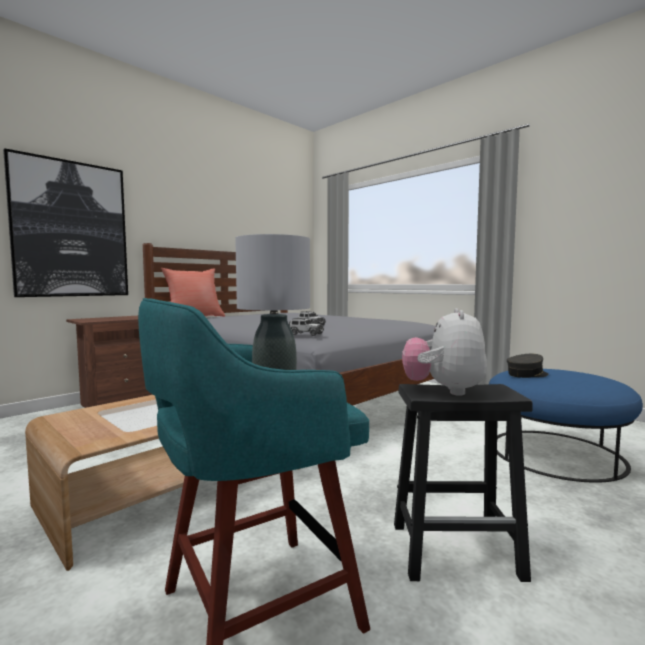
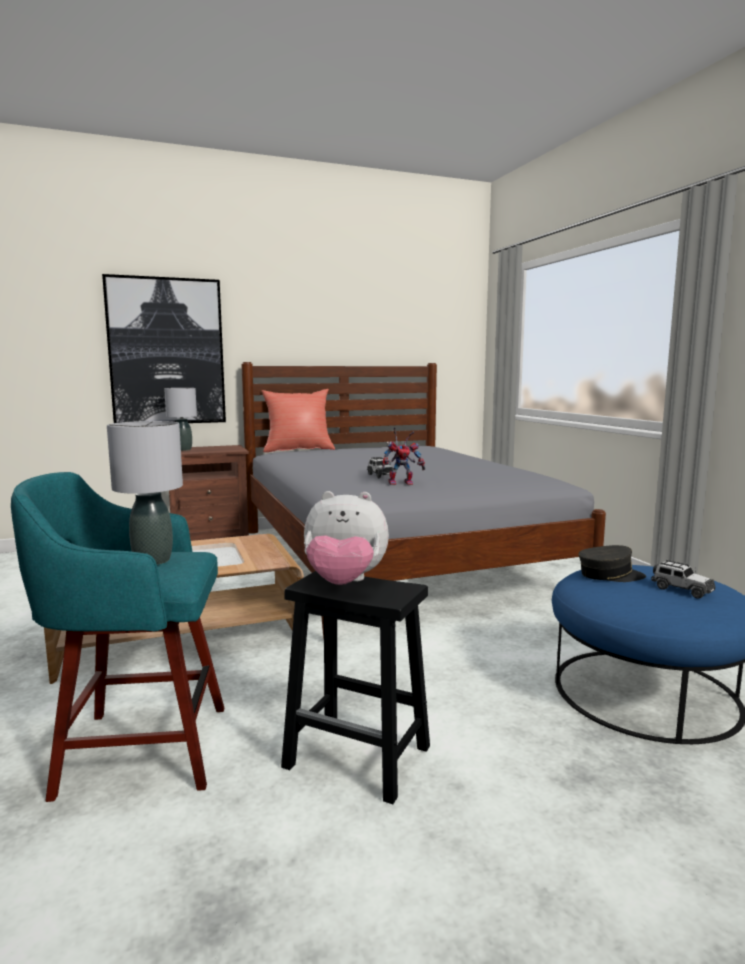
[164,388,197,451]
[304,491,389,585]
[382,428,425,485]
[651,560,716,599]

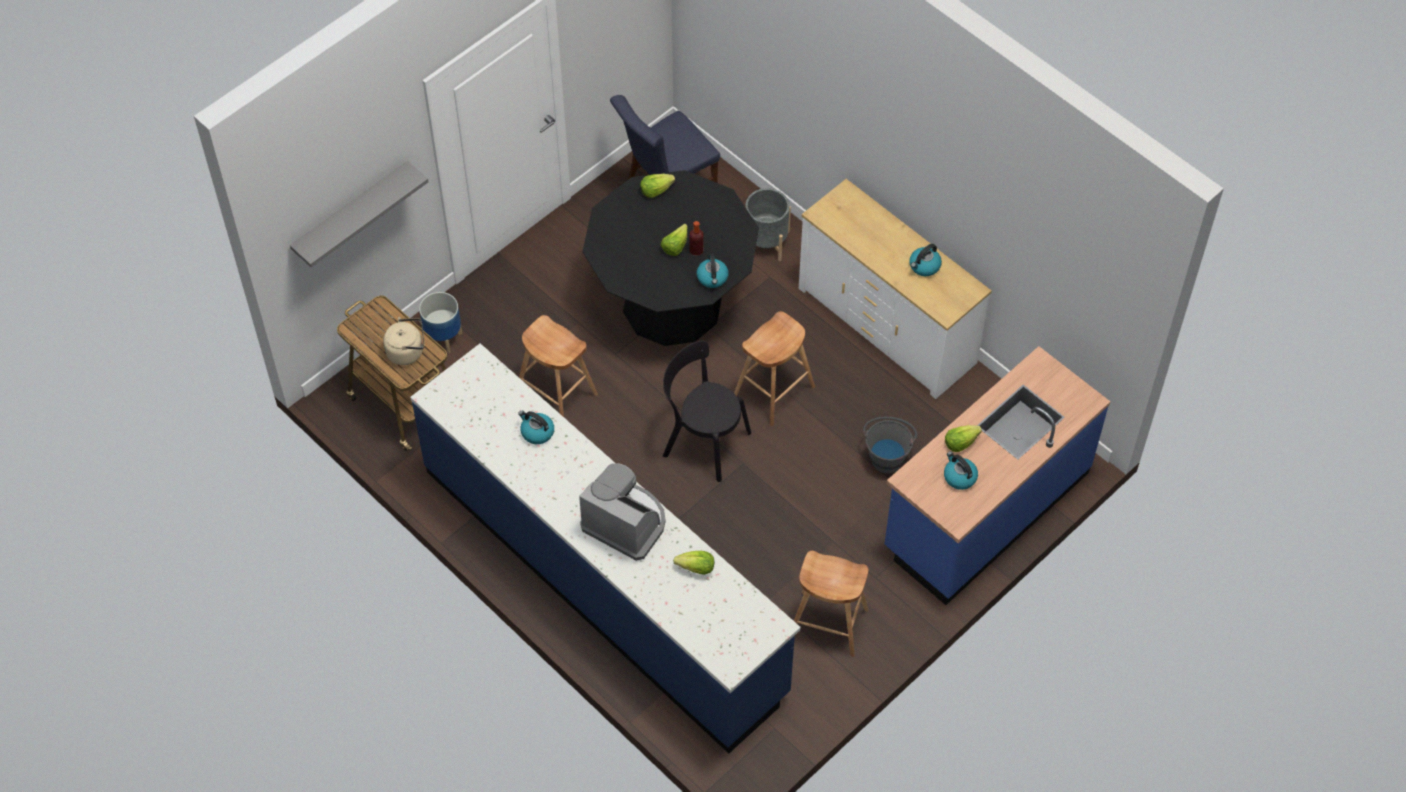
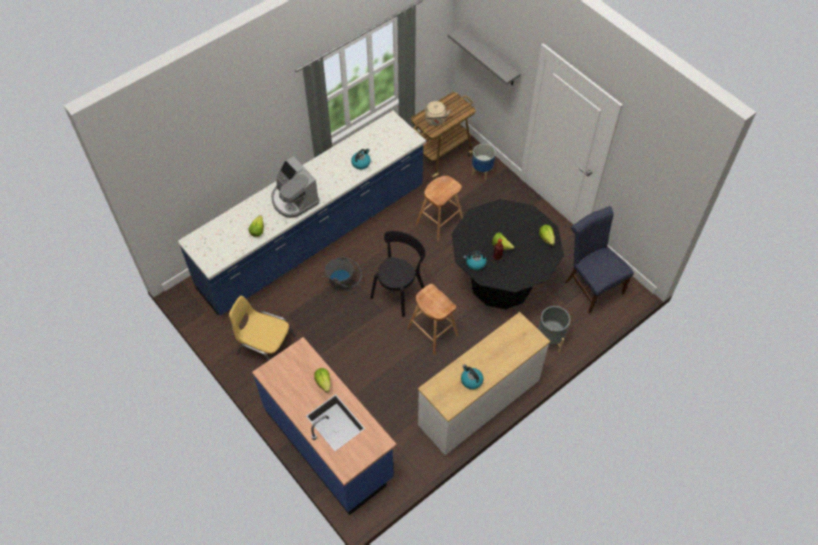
[229,296,296,361]
[271,156,320,218]
[325,257,362,290]
[944,452,978,490] (first image)

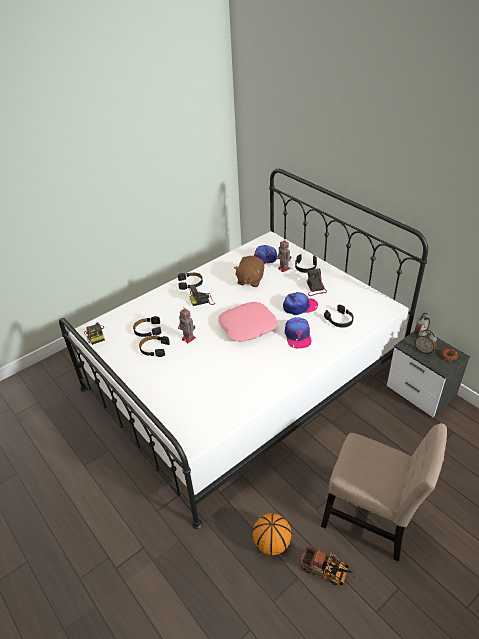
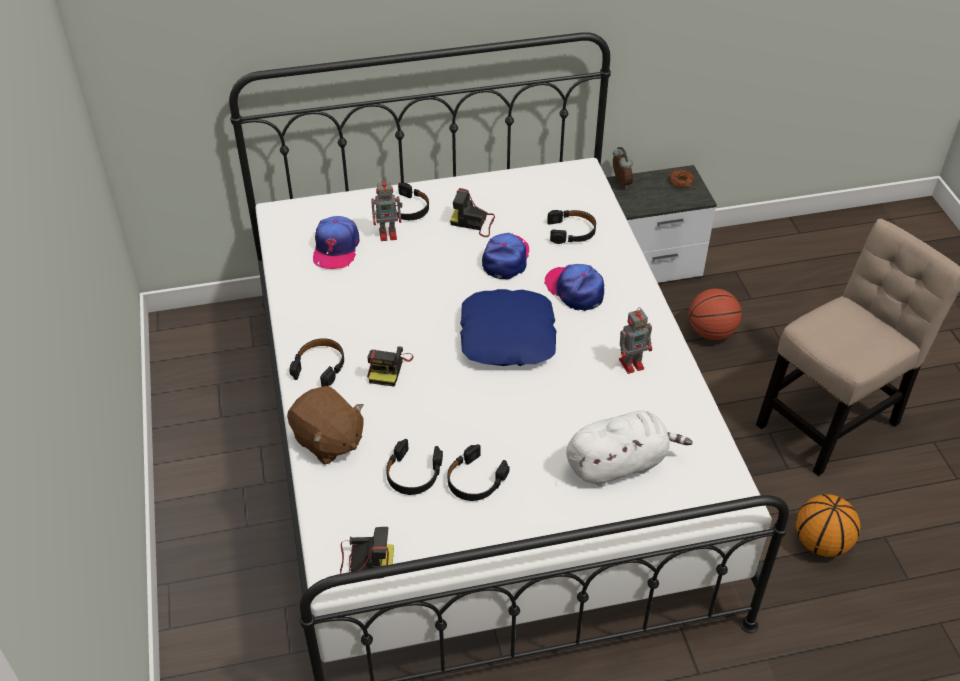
[287,386,364,465]
[460,289,557,366]
[544,264,604,311]
[566,411,693,487]
[619,307,652,374]
[689,288,741,340]
[300,546,355,586] (first image)
[415,330,437,355] (first image)

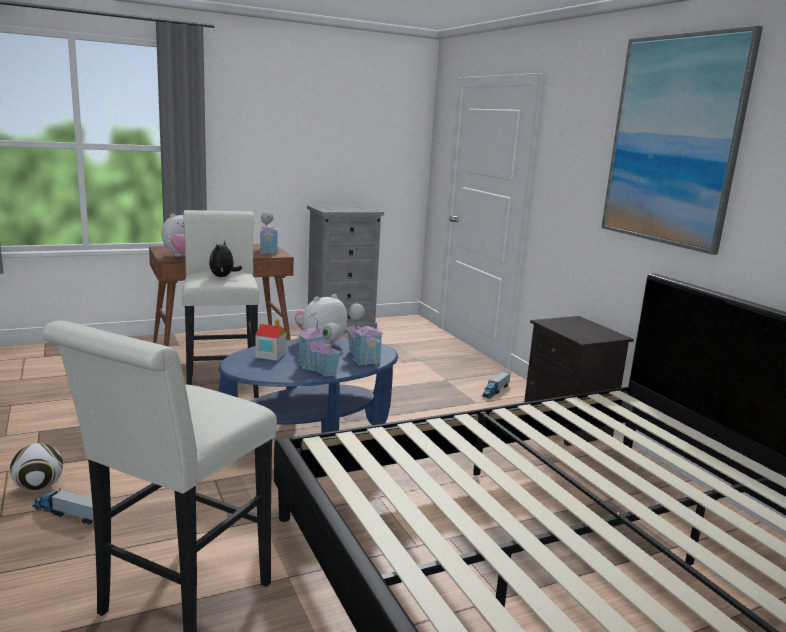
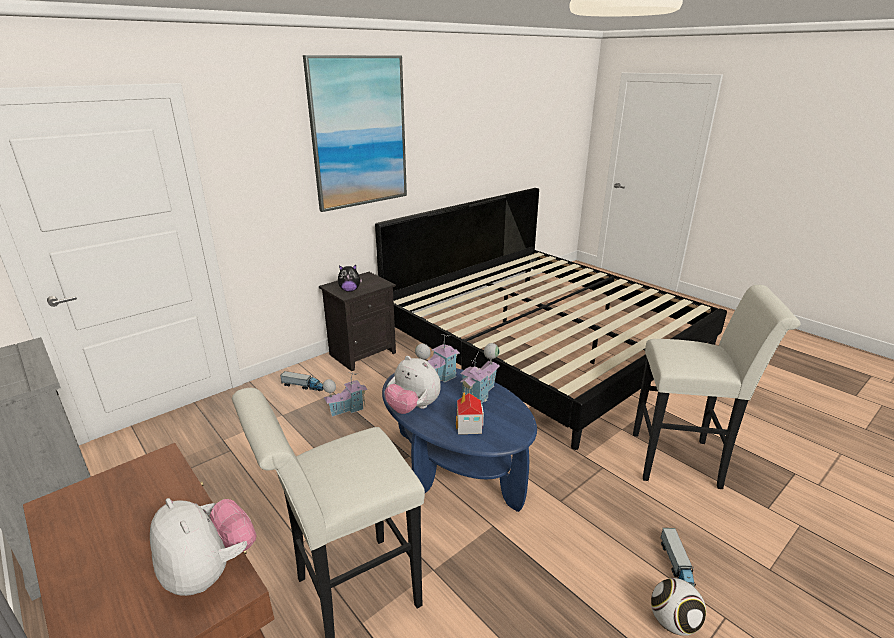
[323,372,368,417]
[338,265,362,292]

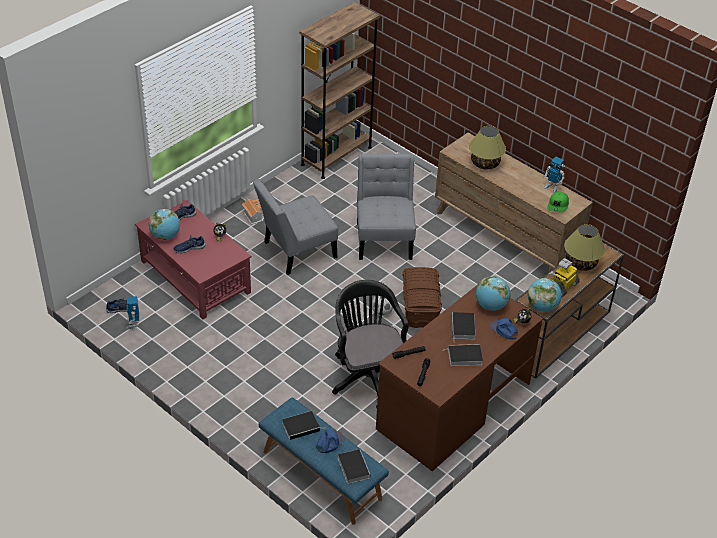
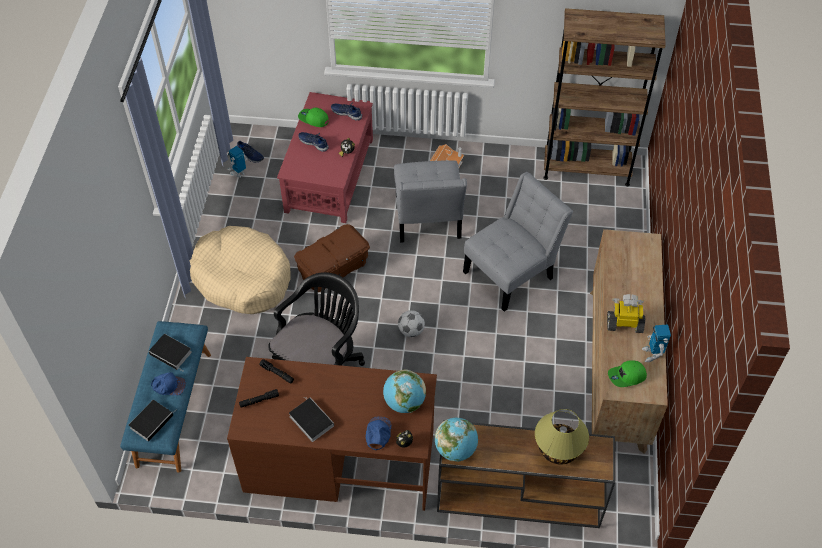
[190,226,290,314]
[294,224,370,292]
[298,108,329,127]
[394,160,467,243]
[607,294,645,333]
[452,312,475,342] (first image)
[469,126,506,170] (first image)

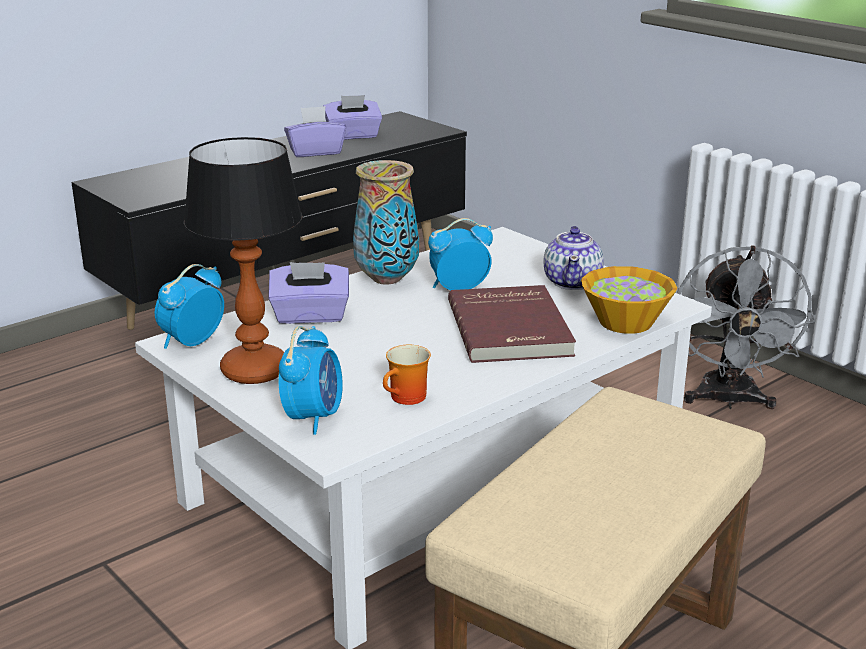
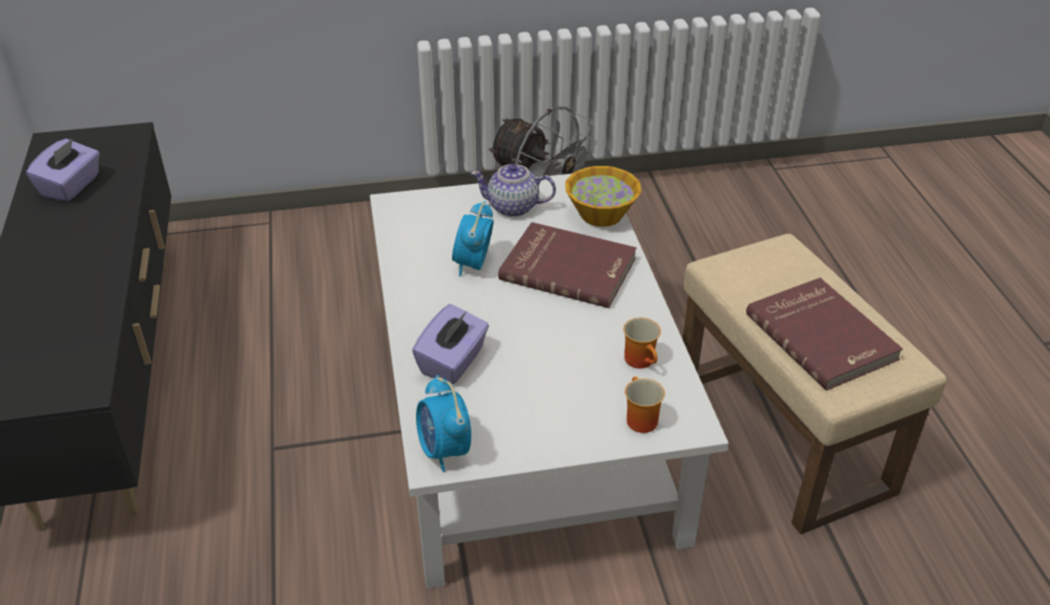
[471,164,556,217]
[625,376,665,433]
[746,278,903,391]
[184,137,302,384] (first image)
[284,106,346,157] (first image)
[353,160,419,285] (first image)

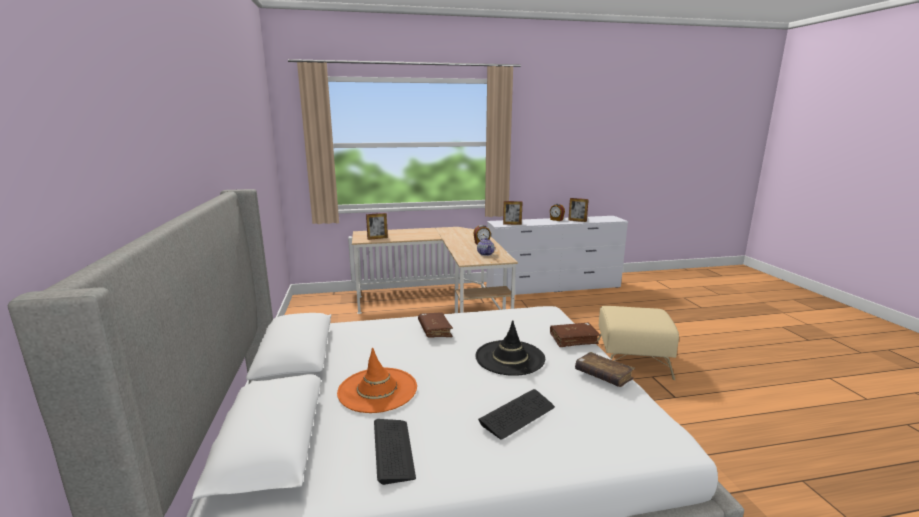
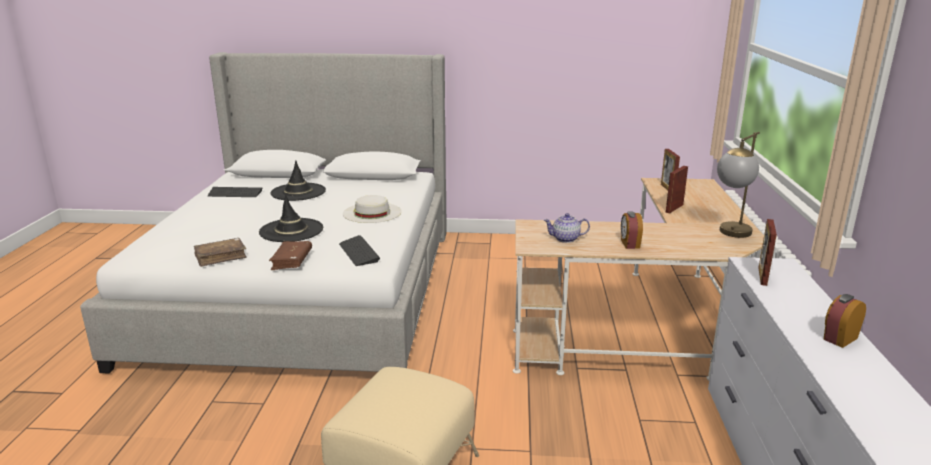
[270,160,326,201]
[339,235,380,266]
[343,195,402,223]
[666,166,688,214]
[717,132,760,238]

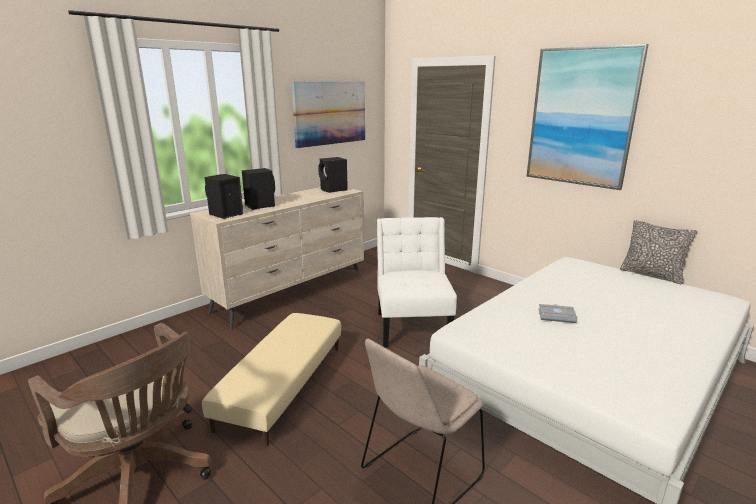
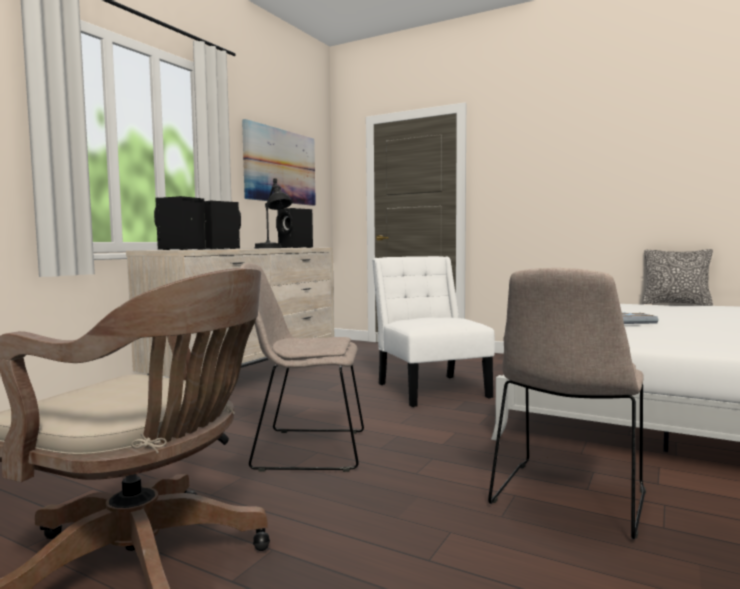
[240,263,364,472]
[255,178,292,248]
[526,44,649,190] (first image)

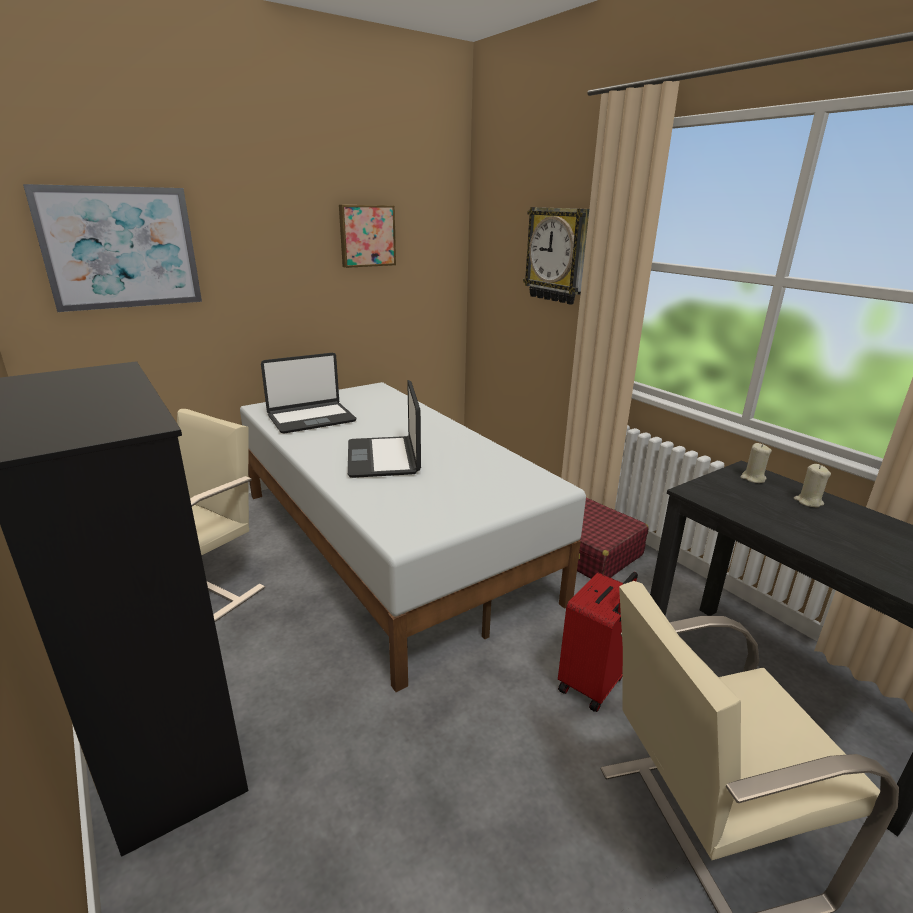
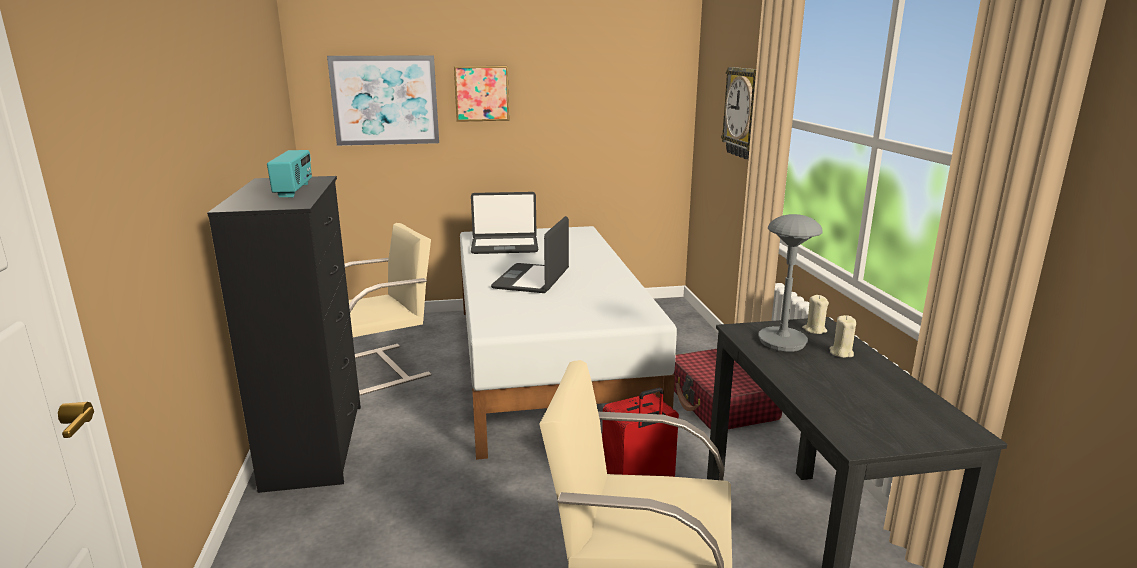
[267,150,312,197]
[454,66,509,122]
[758,214,823,352]

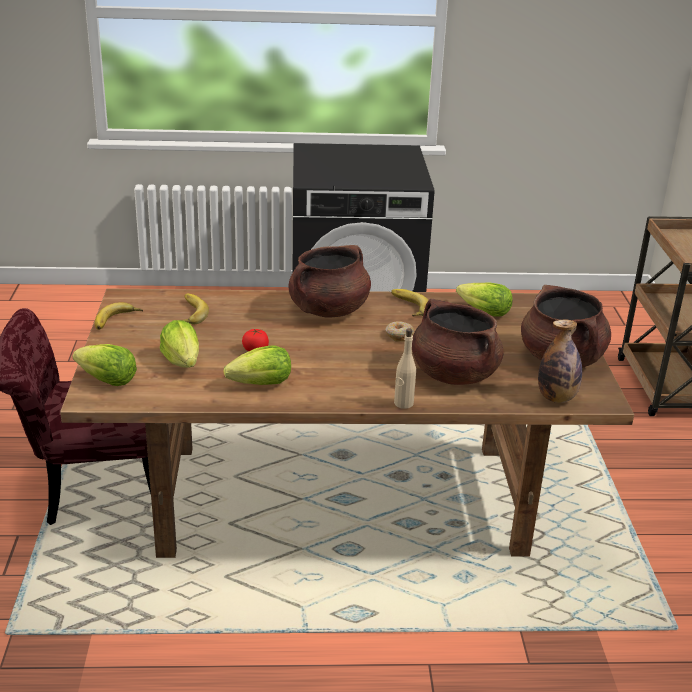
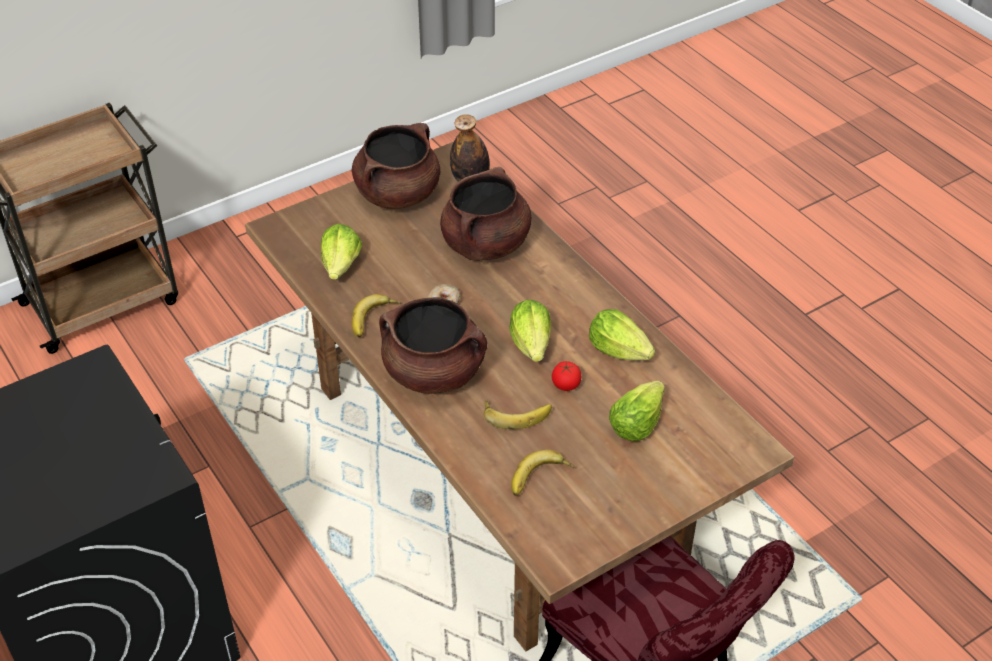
[484,398,552,429]
[509,300,551,362]
[394,328,416,409] (first image)

